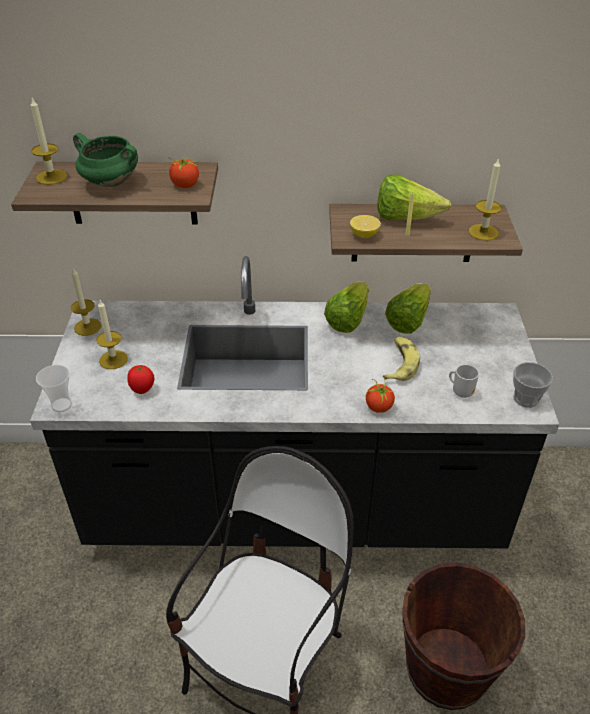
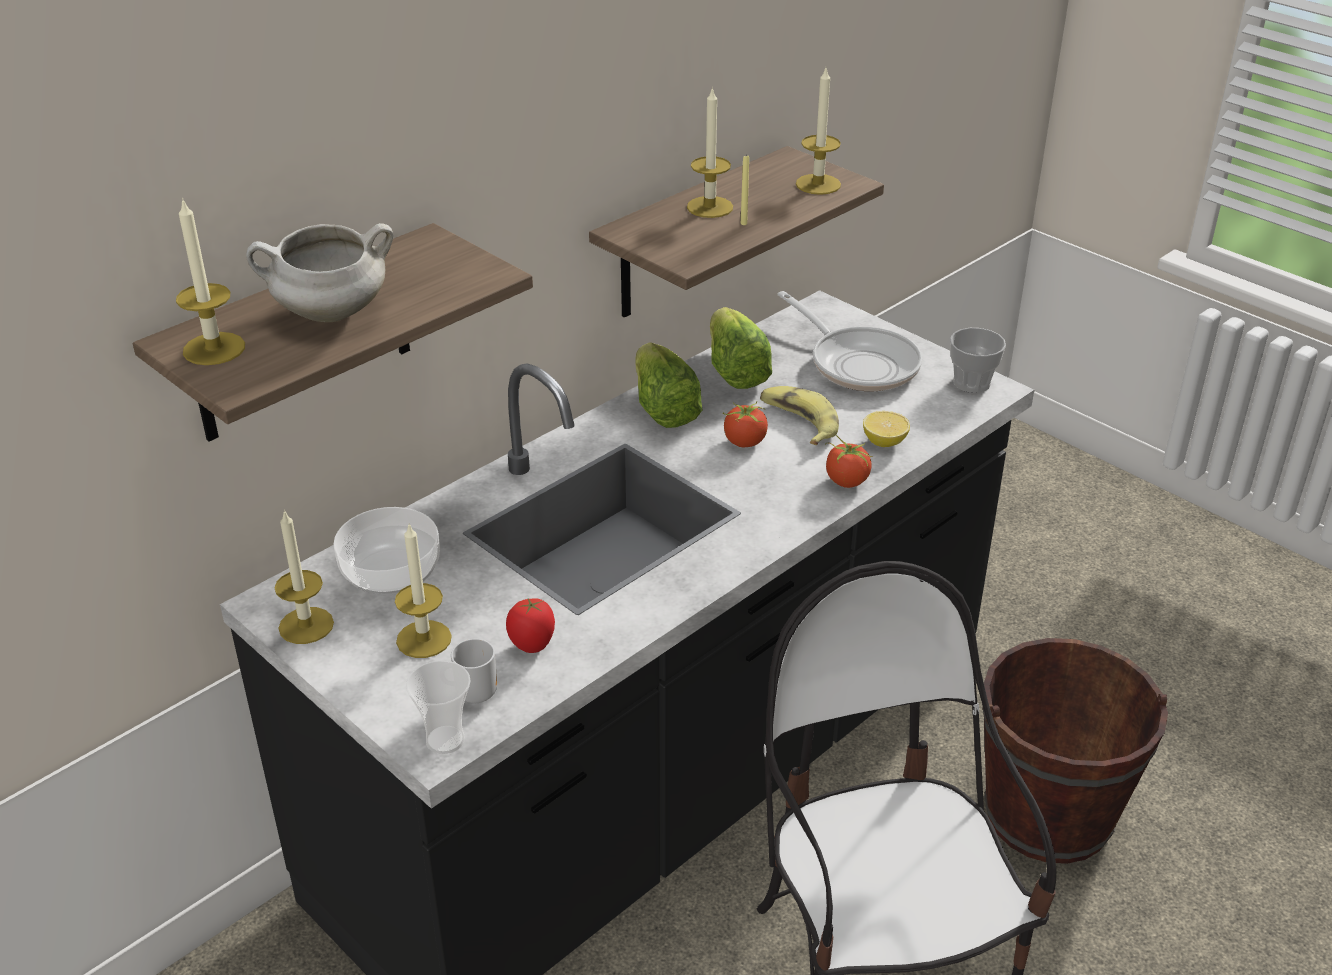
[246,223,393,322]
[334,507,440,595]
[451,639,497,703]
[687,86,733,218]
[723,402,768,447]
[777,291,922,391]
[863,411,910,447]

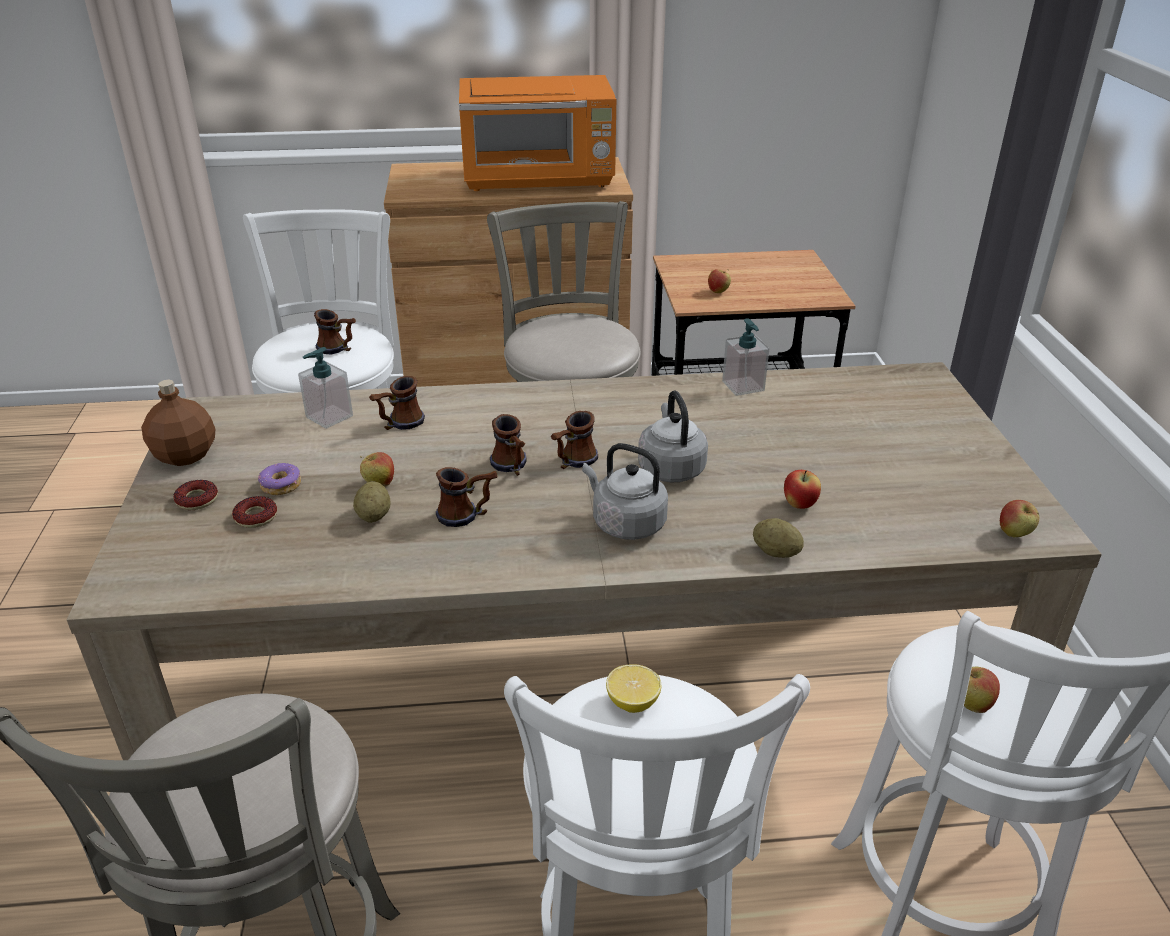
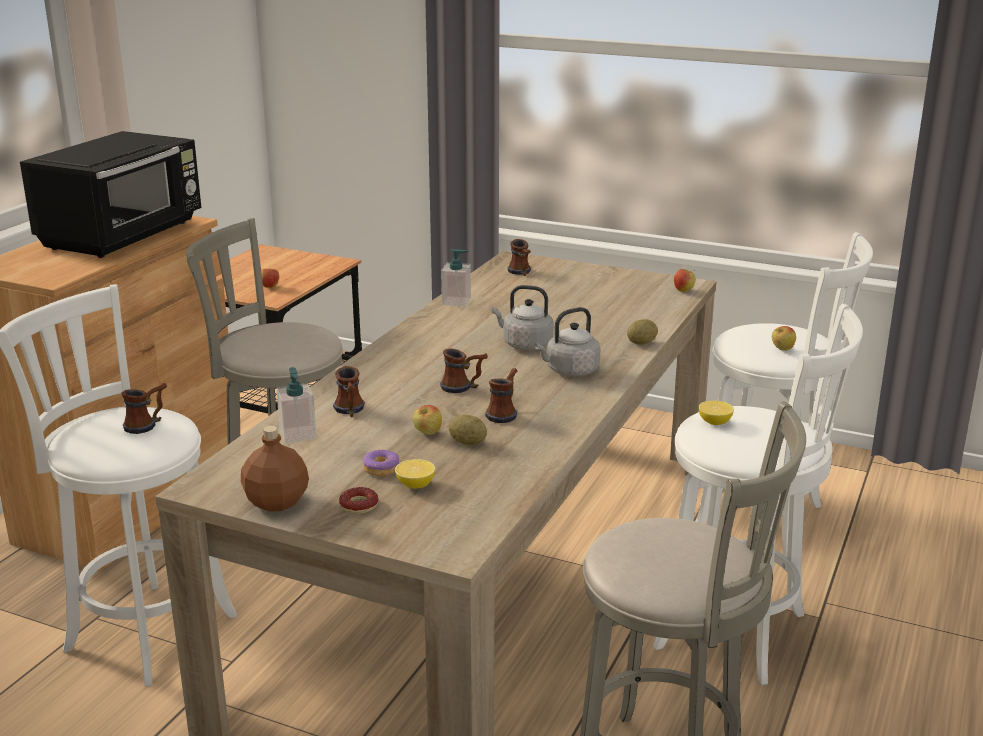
[20,131,201,258]
[395,459,435,489]
[507,239,531,276]
[784,470,821,509] (first image)

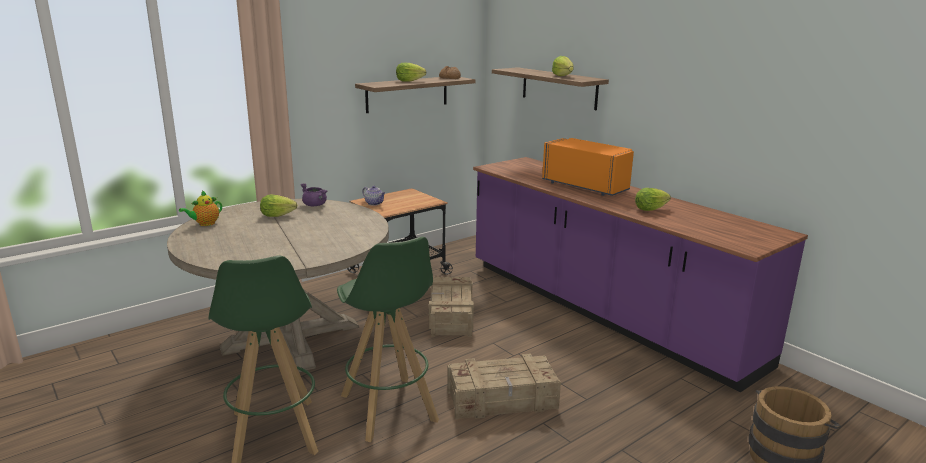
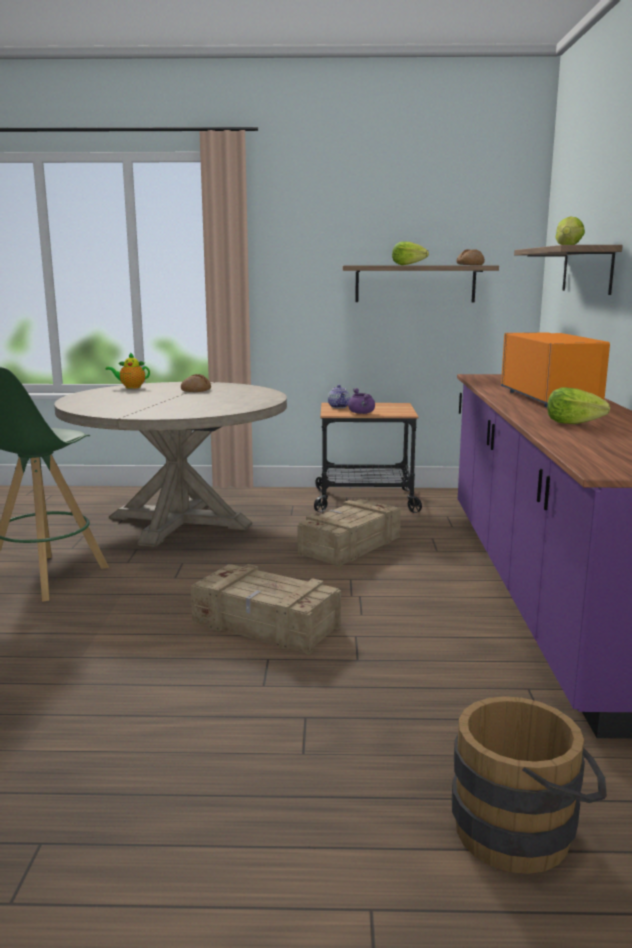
[181,374,211,392]
[348,388,375,414]
[337,237,439,442] (first image)

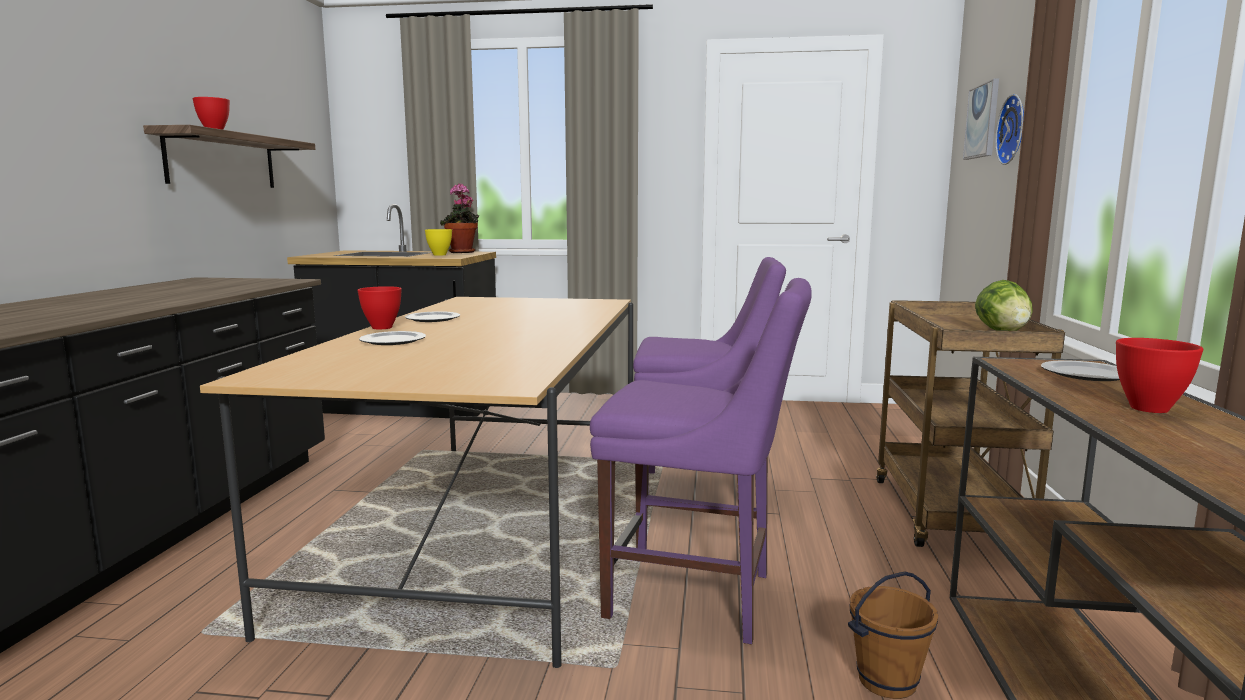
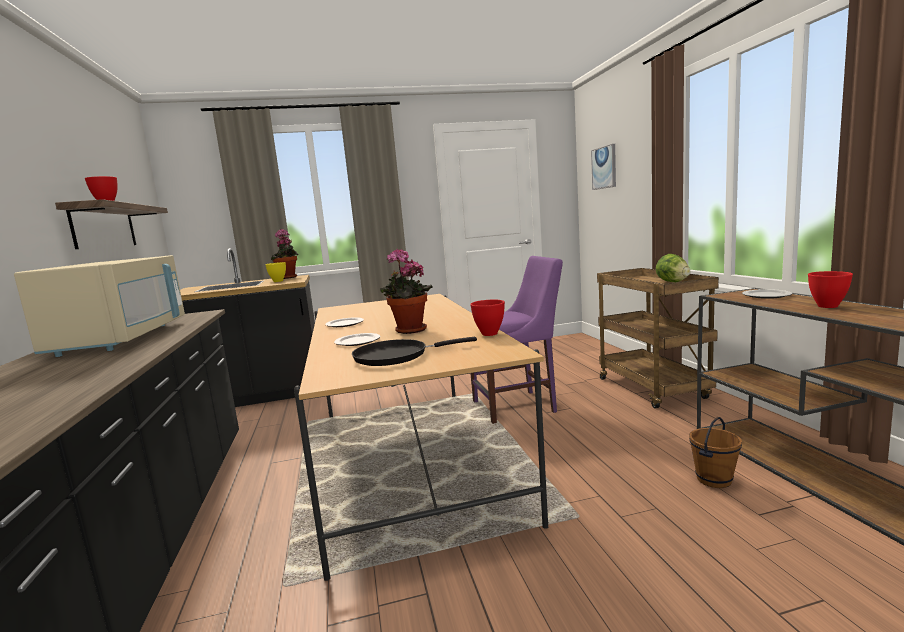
[14,255,185,357]
[352,337,477,366]
[381,248,432,334]
[470,300,505,336]
[590,278,812,645] (first image)
[995,94,1024,165] (first image)

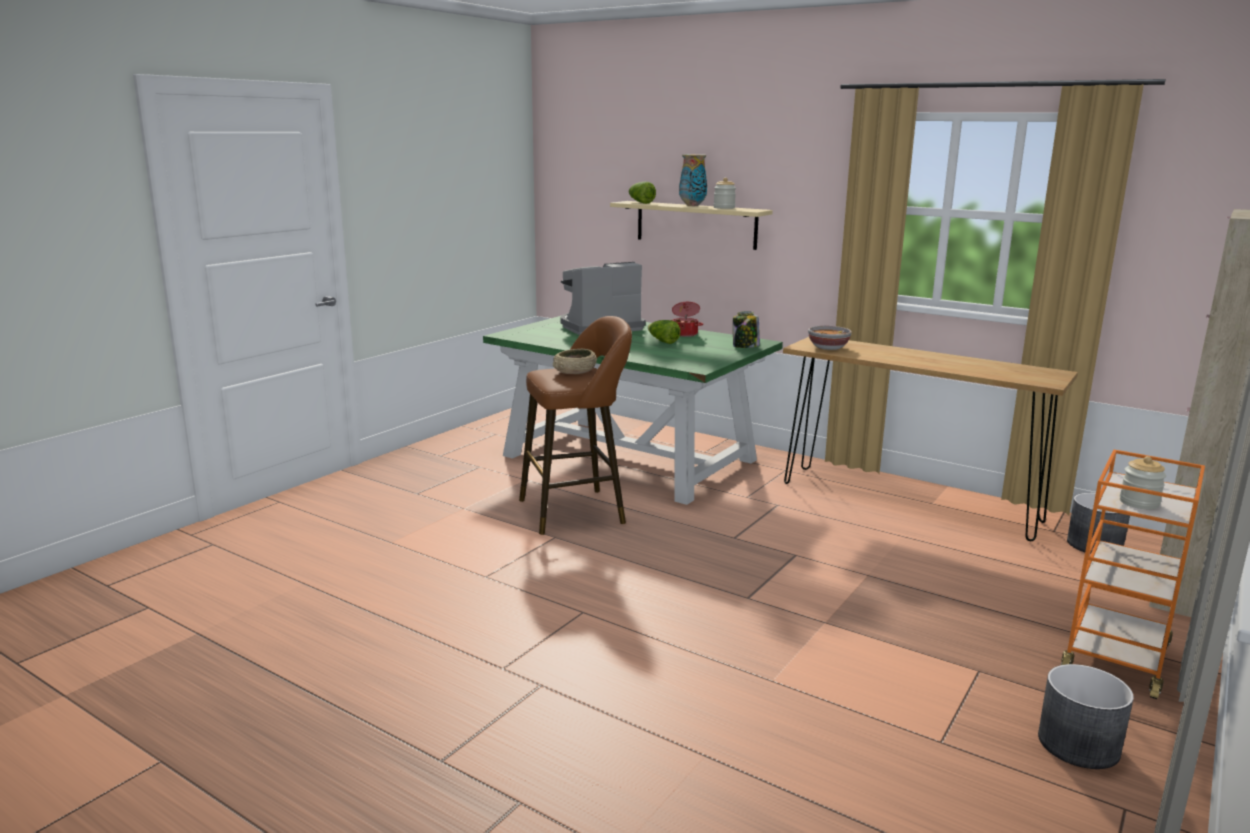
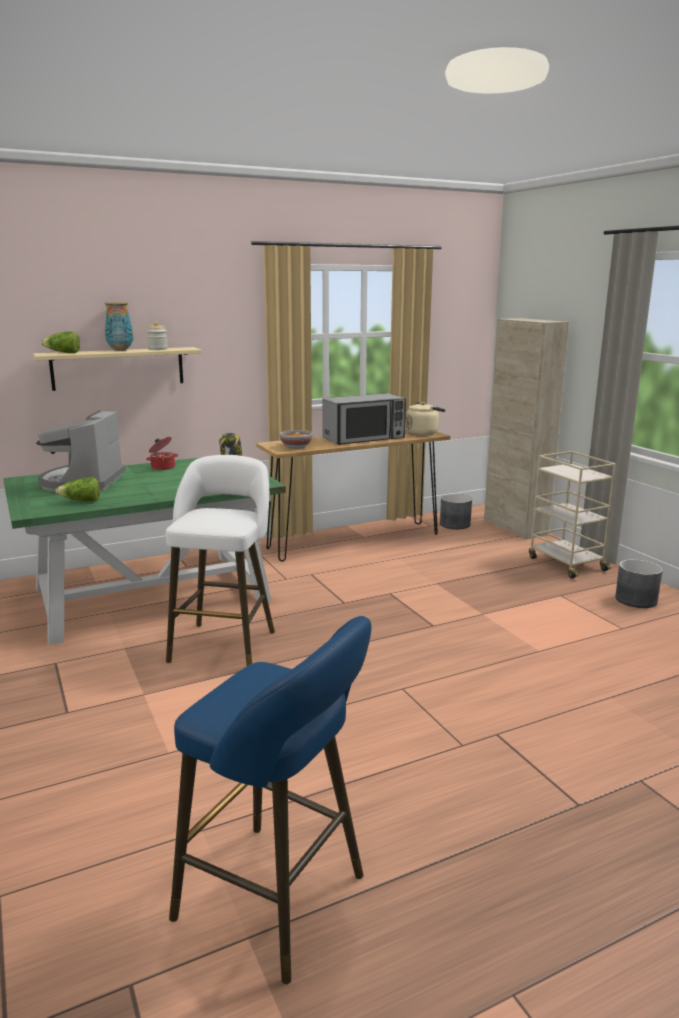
[56,477,100,501]
[166,455,275,666]
[169,616,371,984]
[322,393,406,445]
[406,402,446,436]
[529,451,616,578]
[553,349,597,374] (first image)
[1120,456,1166,509] (first image)

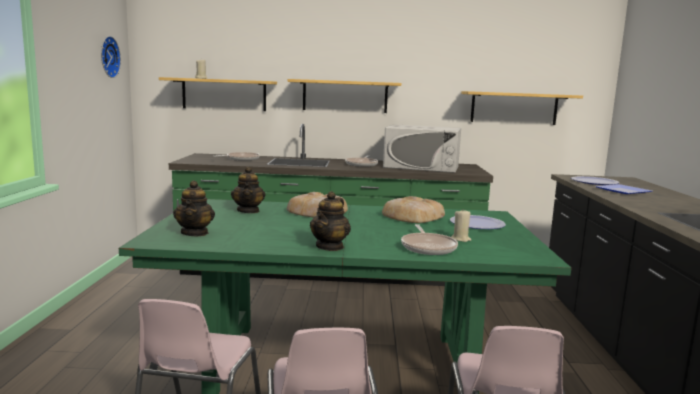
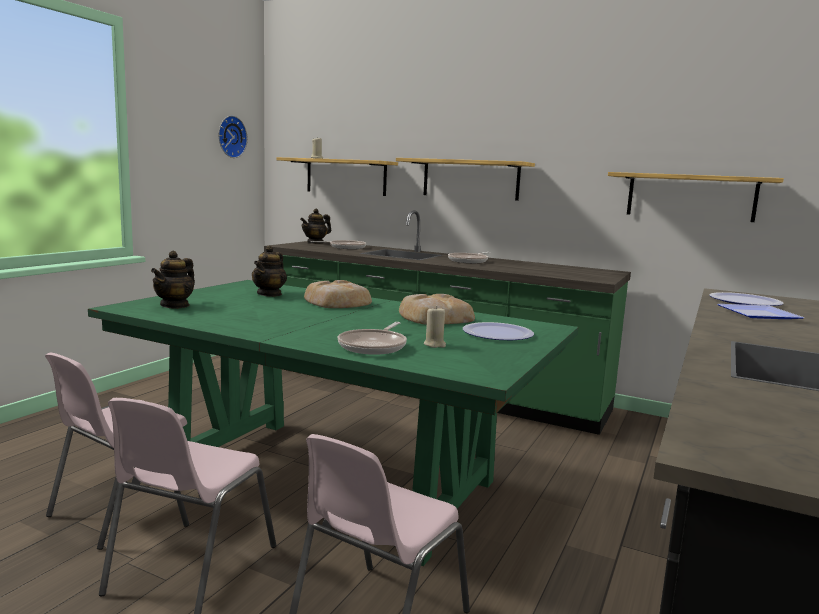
[300,209,331,244]
[383,124,461,173] (first image)

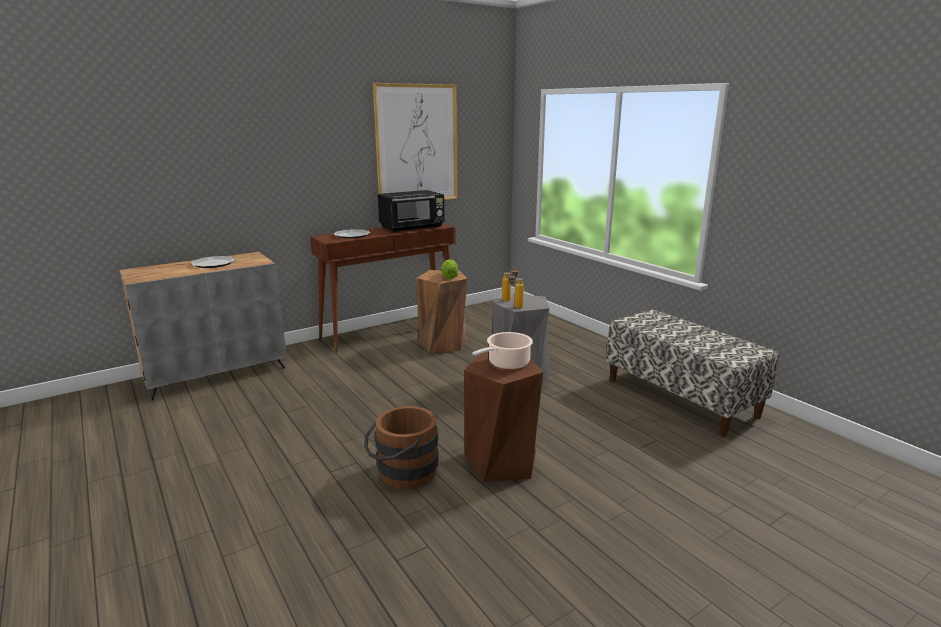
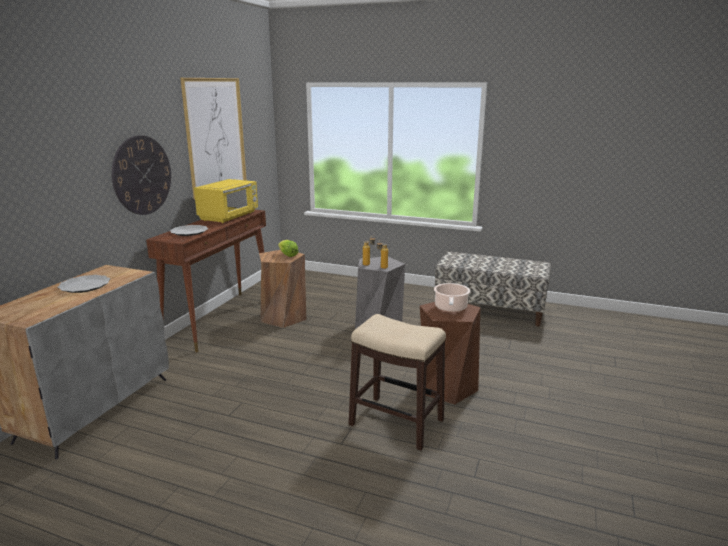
[112,135,171,215]
[194,179,258,223]
[349,314,446,451]

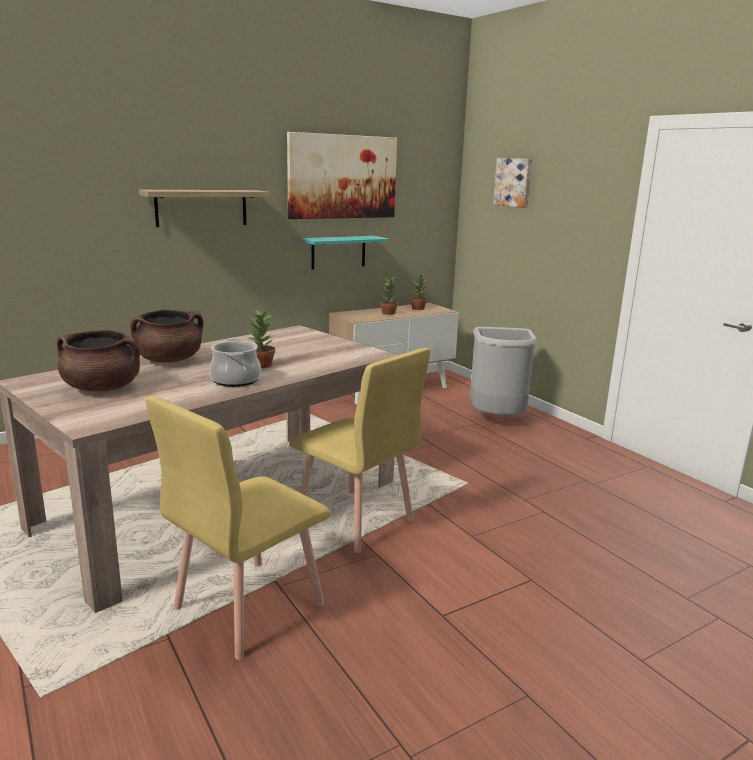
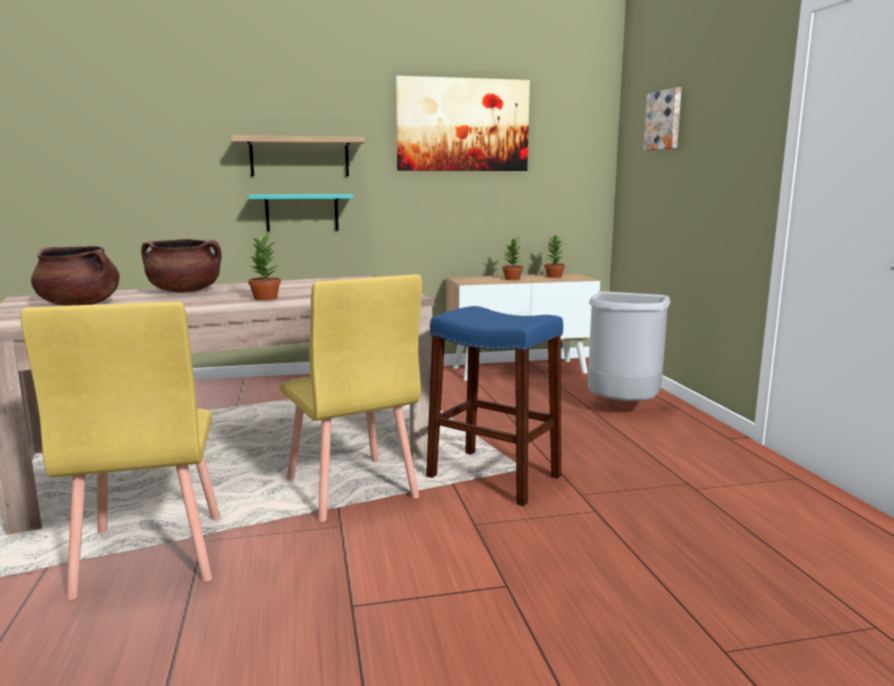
[20,301,220,600]
[248,194,354,231]
[426,306,563,506]
[209,338,261,387] (first image)

